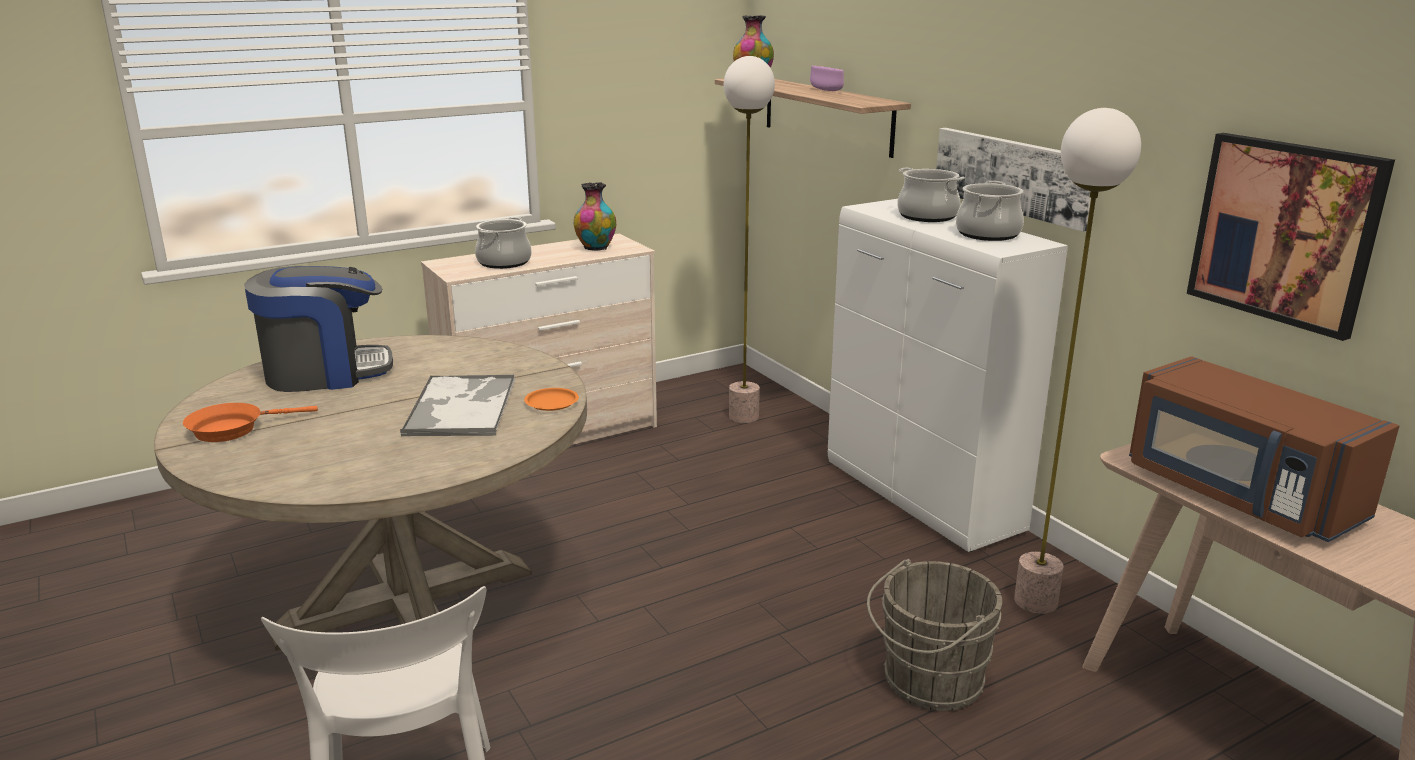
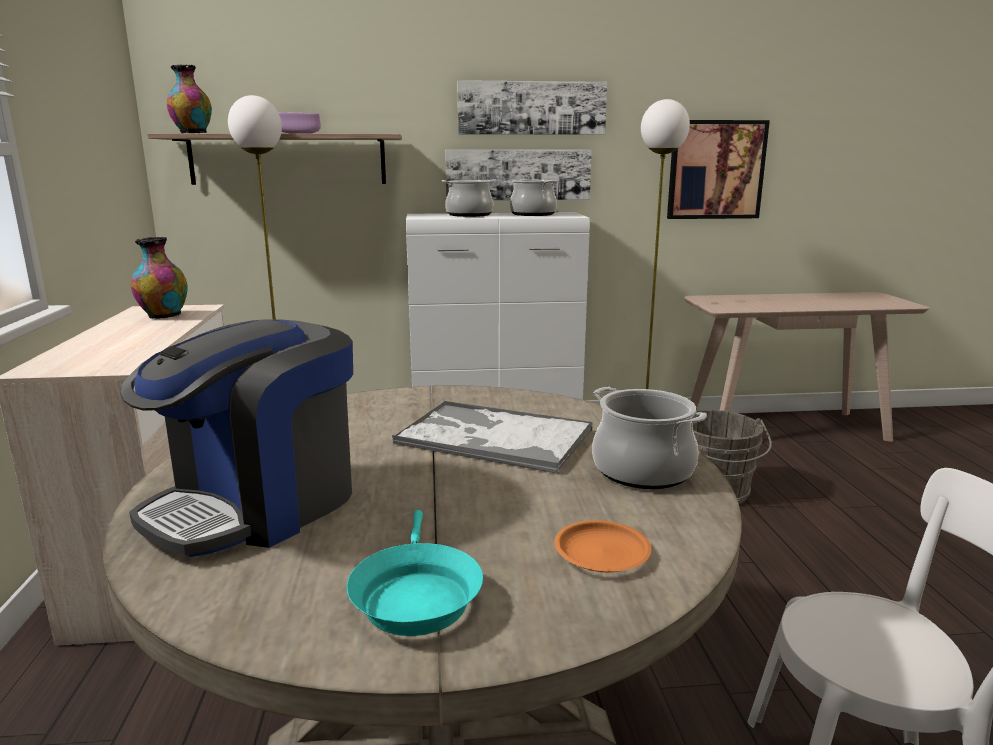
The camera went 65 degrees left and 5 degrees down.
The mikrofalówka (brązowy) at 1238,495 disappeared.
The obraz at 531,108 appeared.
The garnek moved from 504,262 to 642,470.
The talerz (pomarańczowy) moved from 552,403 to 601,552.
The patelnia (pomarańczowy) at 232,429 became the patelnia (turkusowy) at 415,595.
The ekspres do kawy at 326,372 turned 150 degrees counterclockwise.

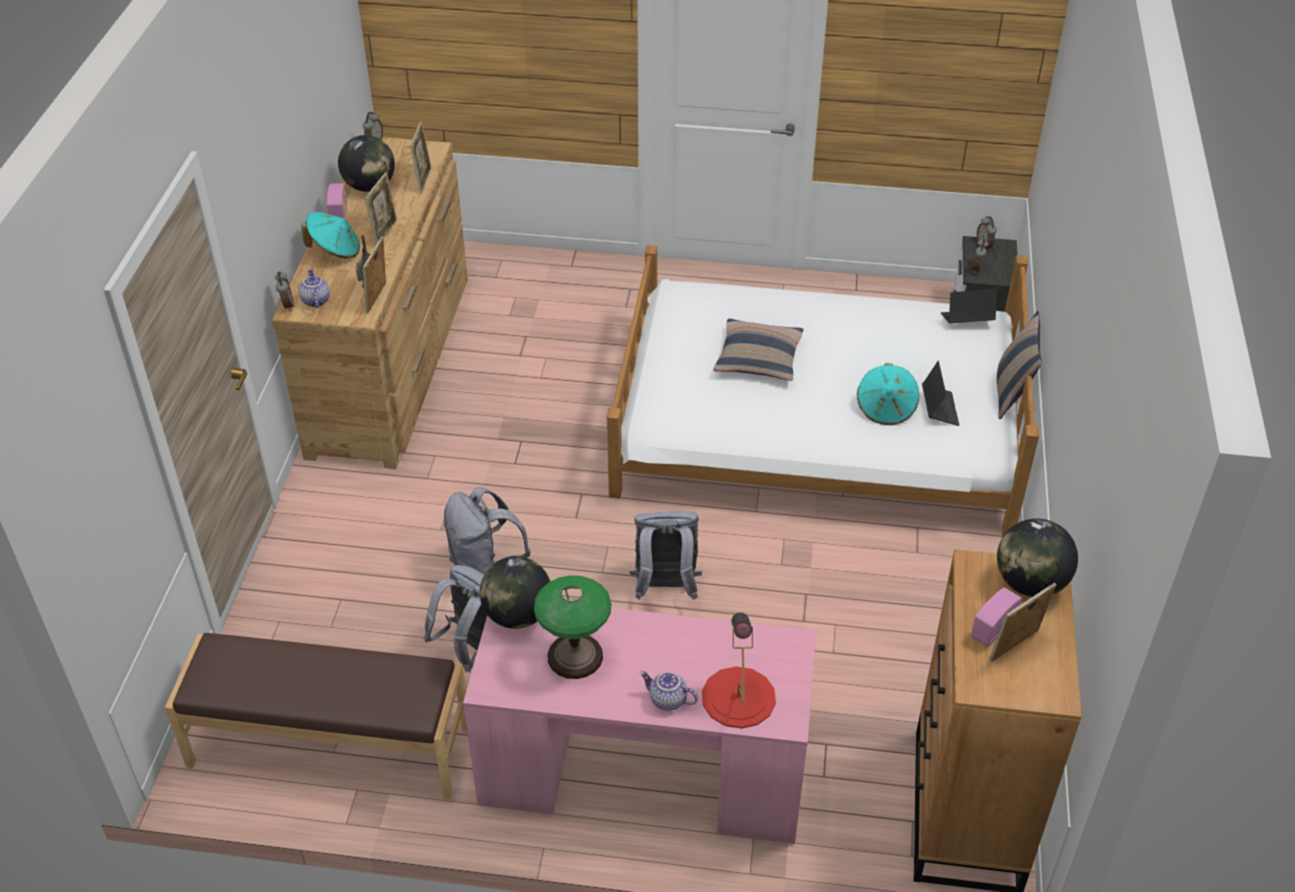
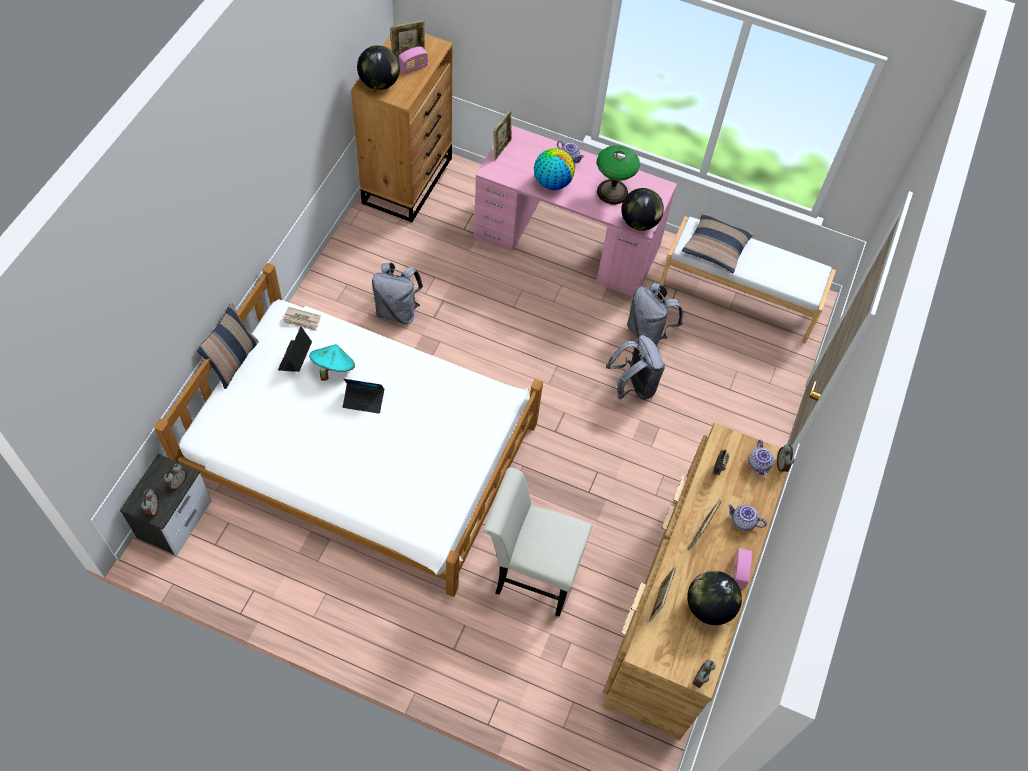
The camera went 170 degrees left and 15 degrees up.
The lampa stołowa (czerwony) at 738,697 disappeared.
The gazeta at 302,320 appeared.
The krzesło (biały) at 531,572 appeared.
The globus at 552,182 appeared.
The ramka na zdjęcie moved from 378,299 to 501,149.
The plecak (szary) moved from 665,588 to 397,311.
The poduszka moved from 758,358 to 716,247.
The laptop moved from 966,320 to 364,400.
The kapelusz (turkusowy) at 335,250 was replaced by the imbryk at 742,522.
The ławka (brązowy) at 329,747 became the ławka (biały) at 738,295.

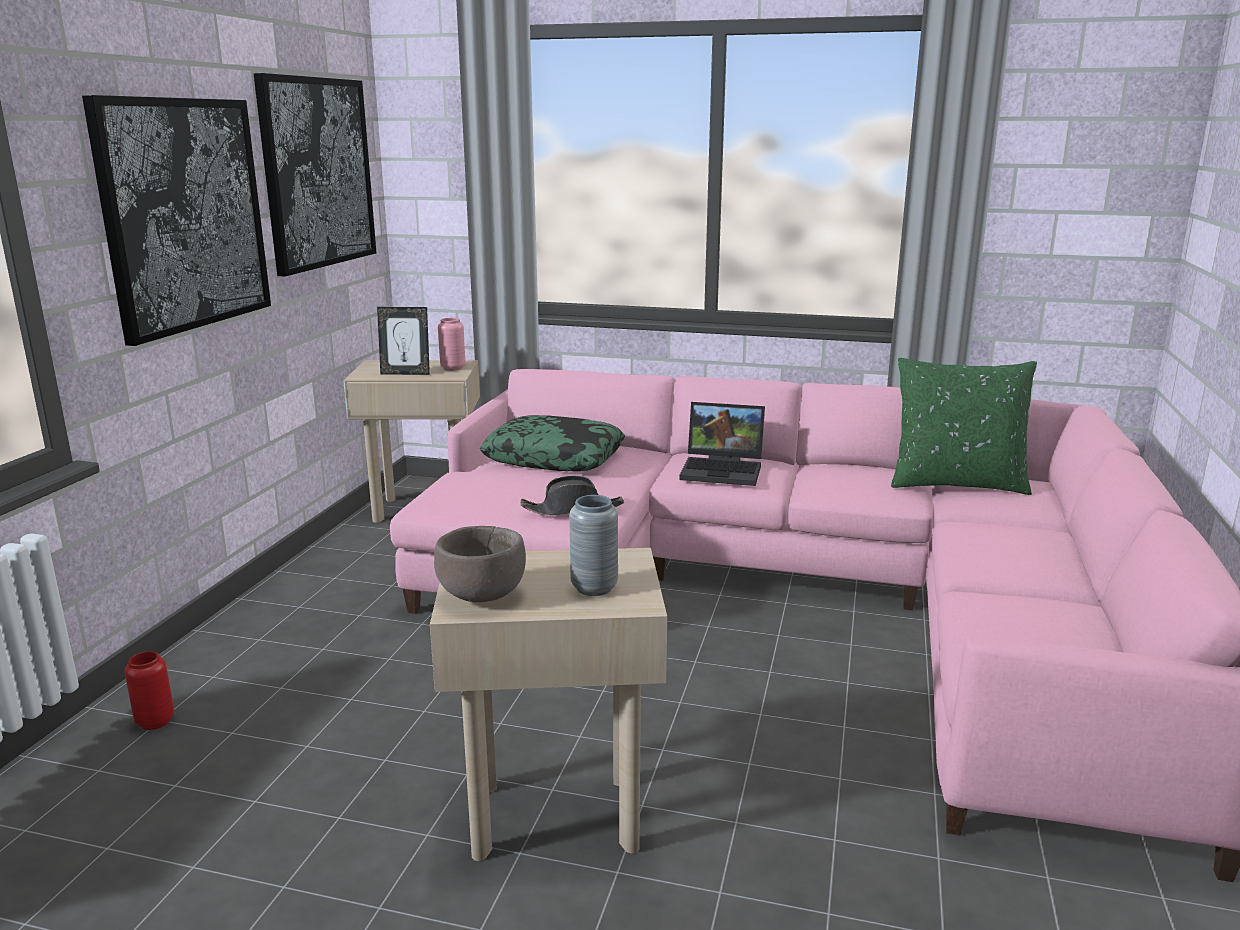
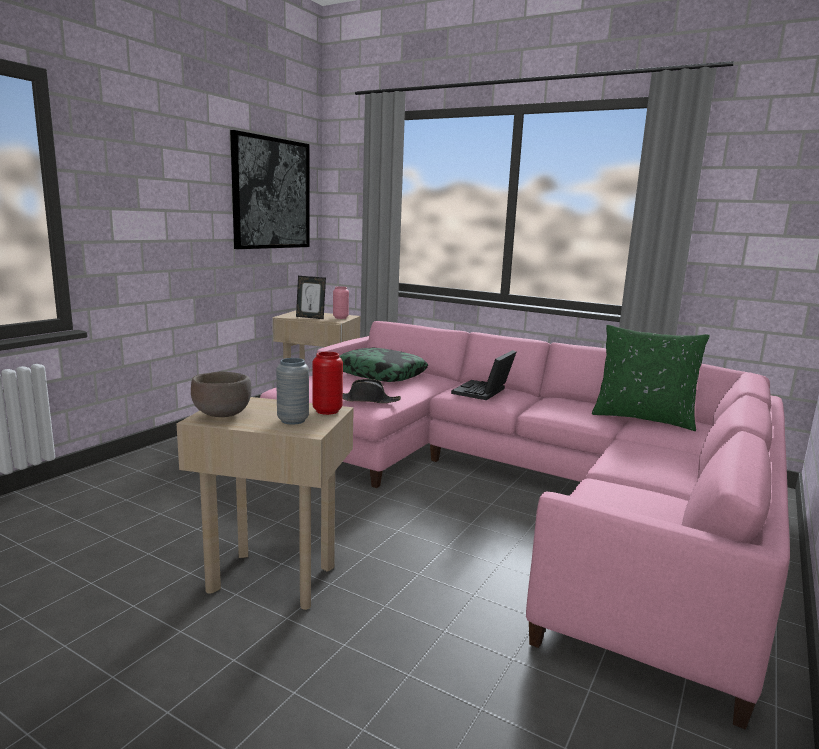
The camera went 15 degrees right and 5 degrees down.
The obraz at 184,215 disappeared.
The wazon (czerwony) moved from 155,722 to 327,411.
The laptop at 724,470 turned 90 degrees clockwise.

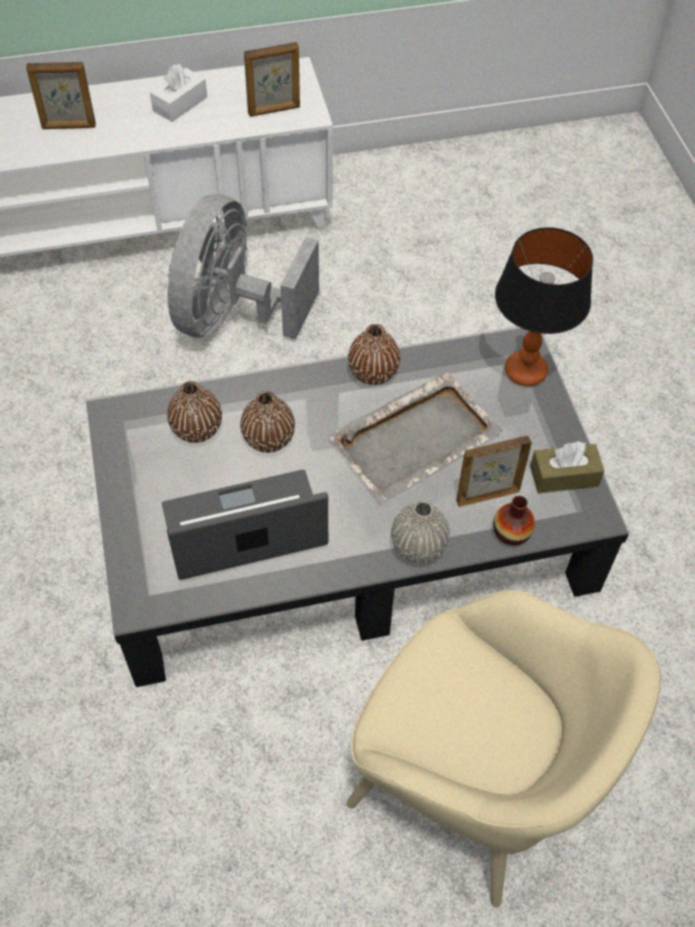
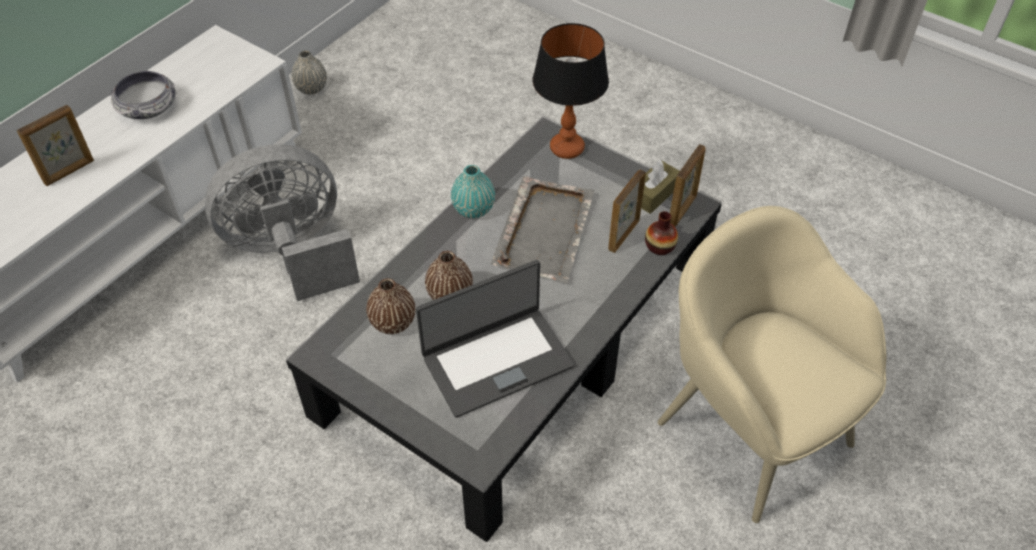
The camera went 40 degrees left and 5 degrees down.
The ramka na zdjęcie moved from 274,110 to 682,210.
The wazon (szary) moved from 418,546 to 311,88.
The pudełko chusteczek (biały) at 180,104 was replaced by the miska at 148,107.
The wazon (brązowy) at 373,373 became the wazon (turkusowy) at 473,209.
The laptop at 245,528 turned 150 degrees counterclockwise.
The wentylator (szary) at 234,316 turned 90 degrees clockwise.
The fotel (beżowy) at 471,785 turned 120 degrees counterclockwise.

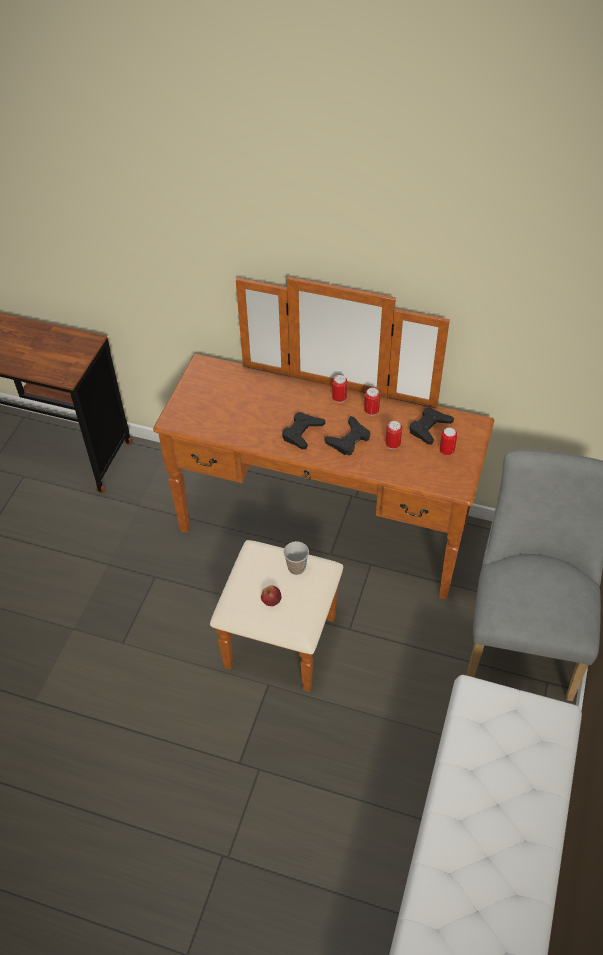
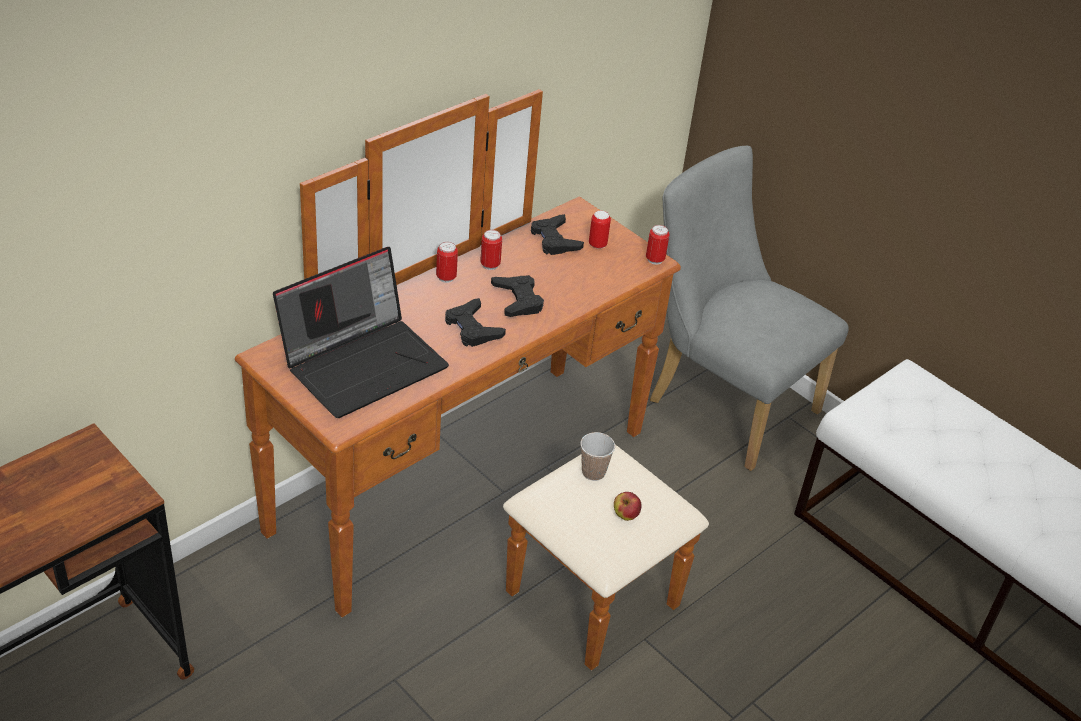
The camera went 65 degrees left and 10 degrees down.
The laptop at 364,362 appeared.
The puszka moved from 392,444 to 655,260.

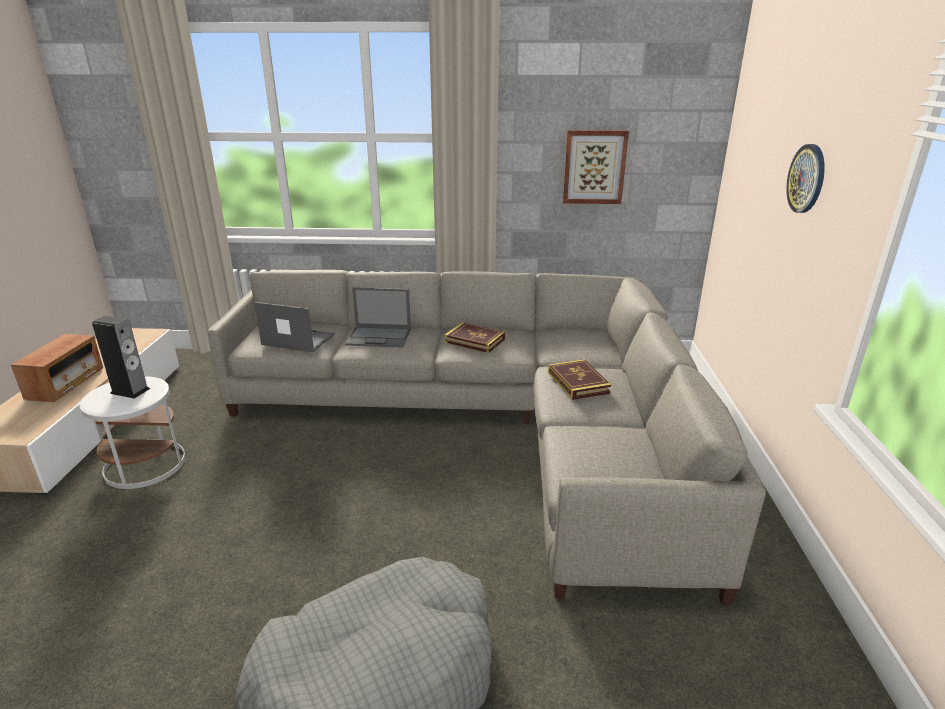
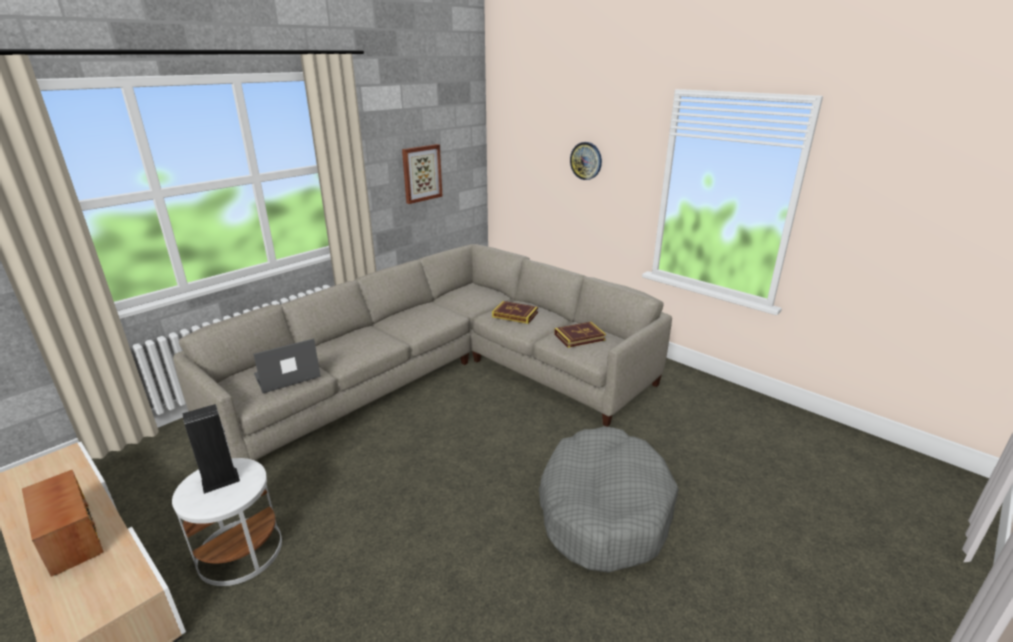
The camera went 50 degrees left and 0 degrees up.
The laptop at 380,337 disappeared.
The książka moved from 474,341 to 579,337.

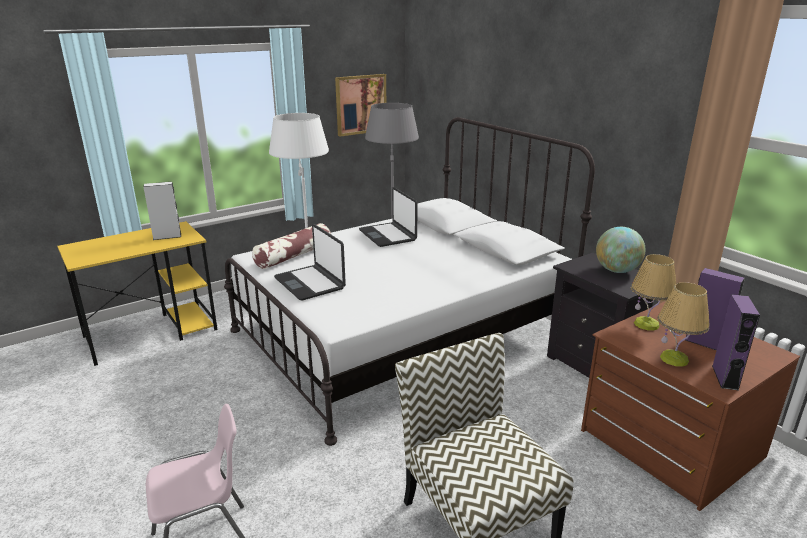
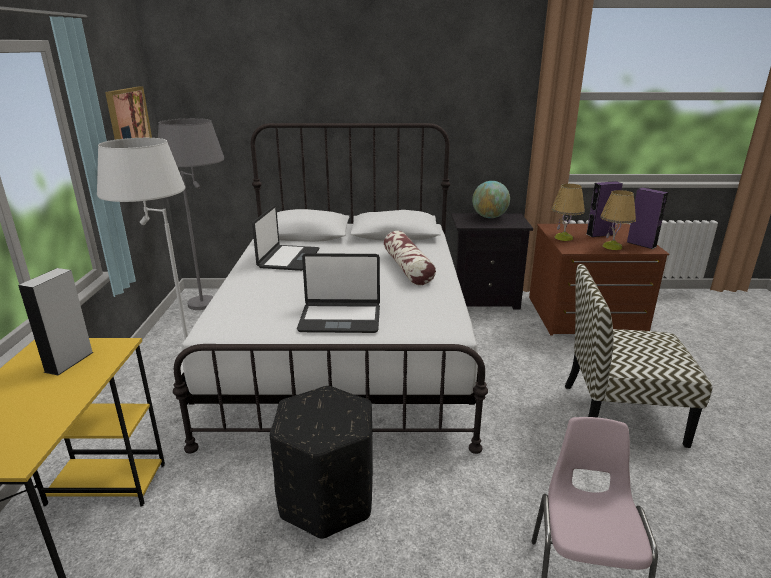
The camera went 55 degrees left and 0 degrees up.
The pufa (czarny) at 328,499 appeared.
The poduszka moved from 294,256 to 407,268.
The laptop at 388,235 turned 90 degrees counterclockwise.

